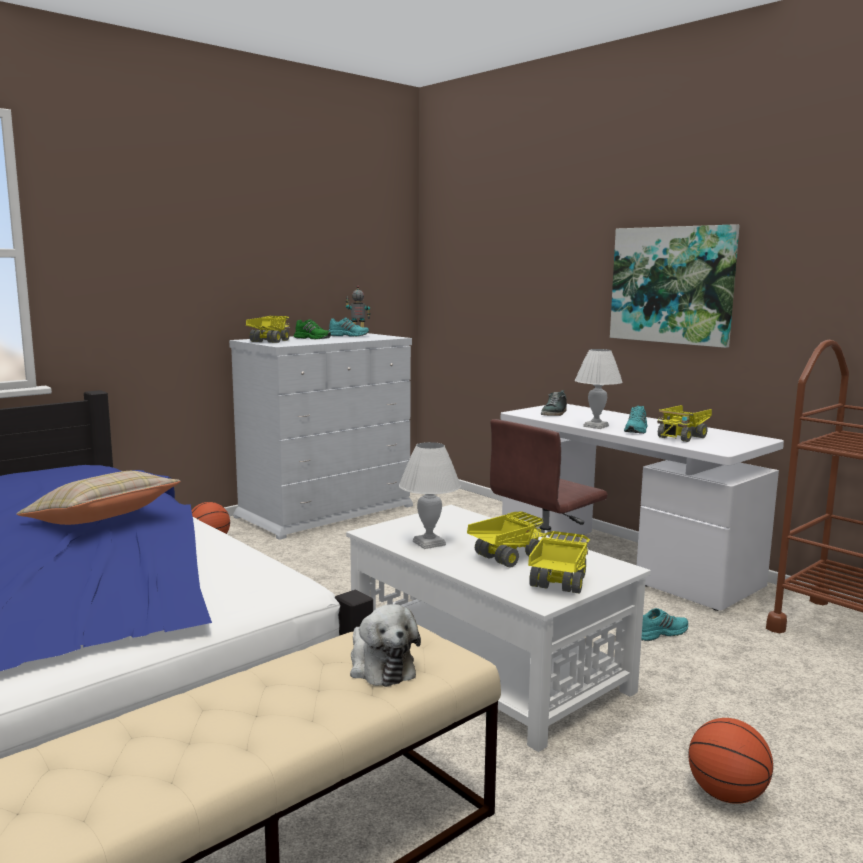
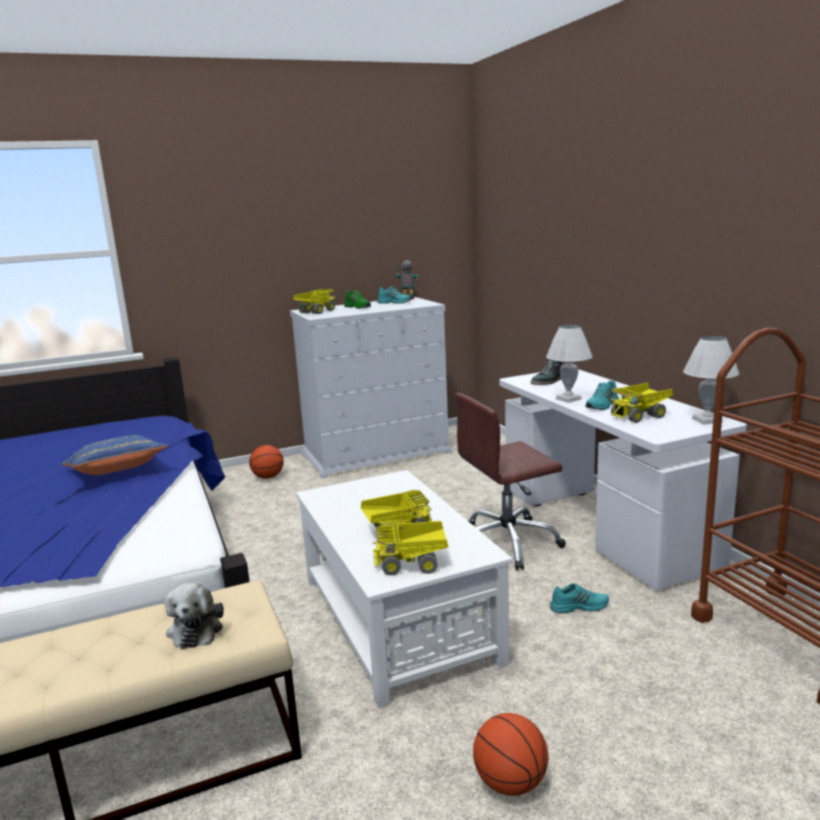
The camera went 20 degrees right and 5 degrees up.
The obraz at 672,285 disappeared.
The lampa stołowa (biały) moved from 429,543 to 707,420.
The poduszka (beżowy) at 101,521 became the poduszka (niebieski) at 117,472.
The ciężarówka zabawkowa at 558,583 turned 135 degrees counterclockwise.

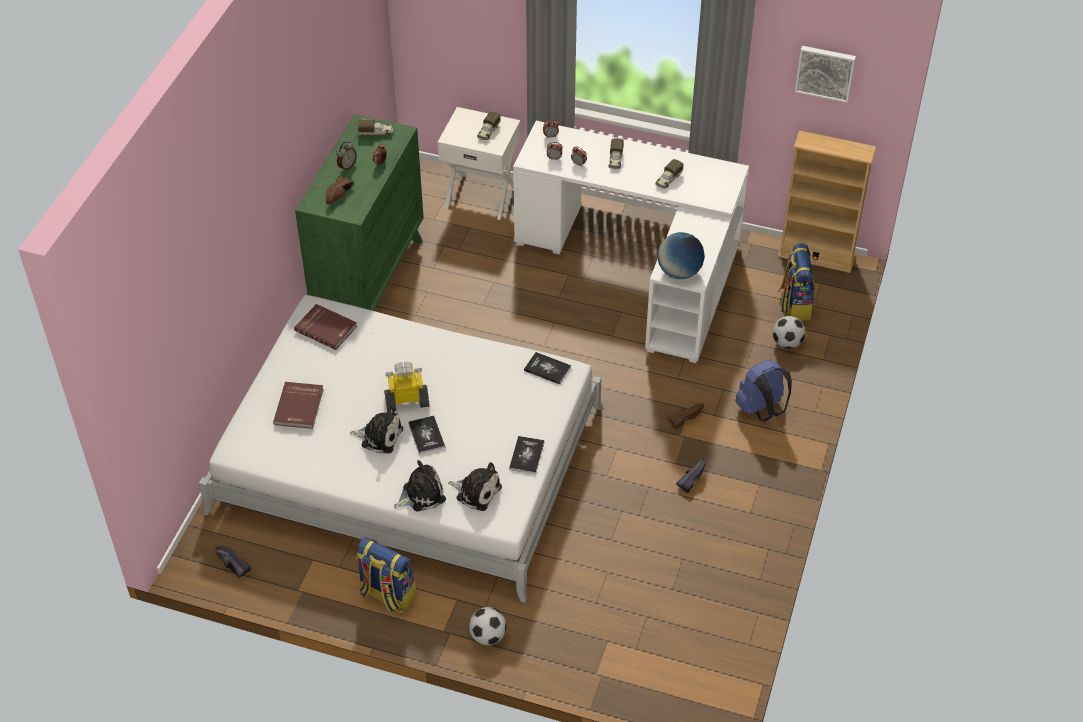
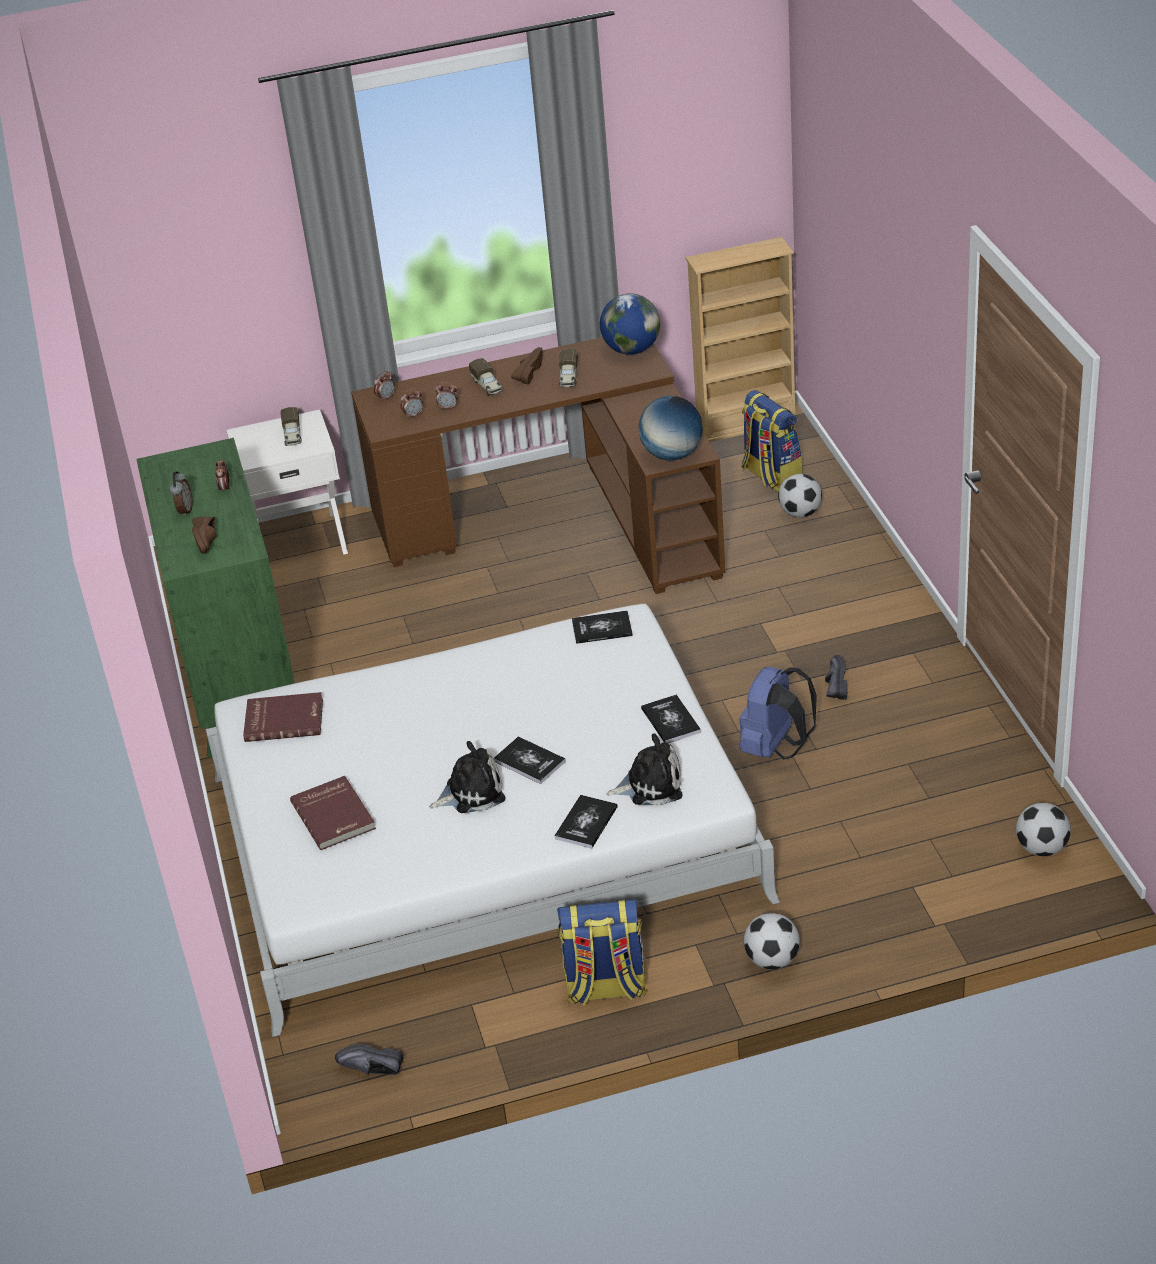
The camera went 30 degrees left and 10 degrees down.
The ciężarówka zabawkowa at 376,133 disappeared.
The robot zabawkowy at 407,400 disappeared.
The obraz at 825,72 disappeared.
The globus at 631,350 appeared.
The piłka futbolowa at 1041,848 appeared.
The but (brązowy) moved from 684,418 to 528,373.
The plecak (niebieski) moved from 761,410 to 775,748.
The pluszak at 421,494 was replaced by the książka at 586,823.
The biurko (biały) at 642,266 became the biurko (brązowy) at 564,519.

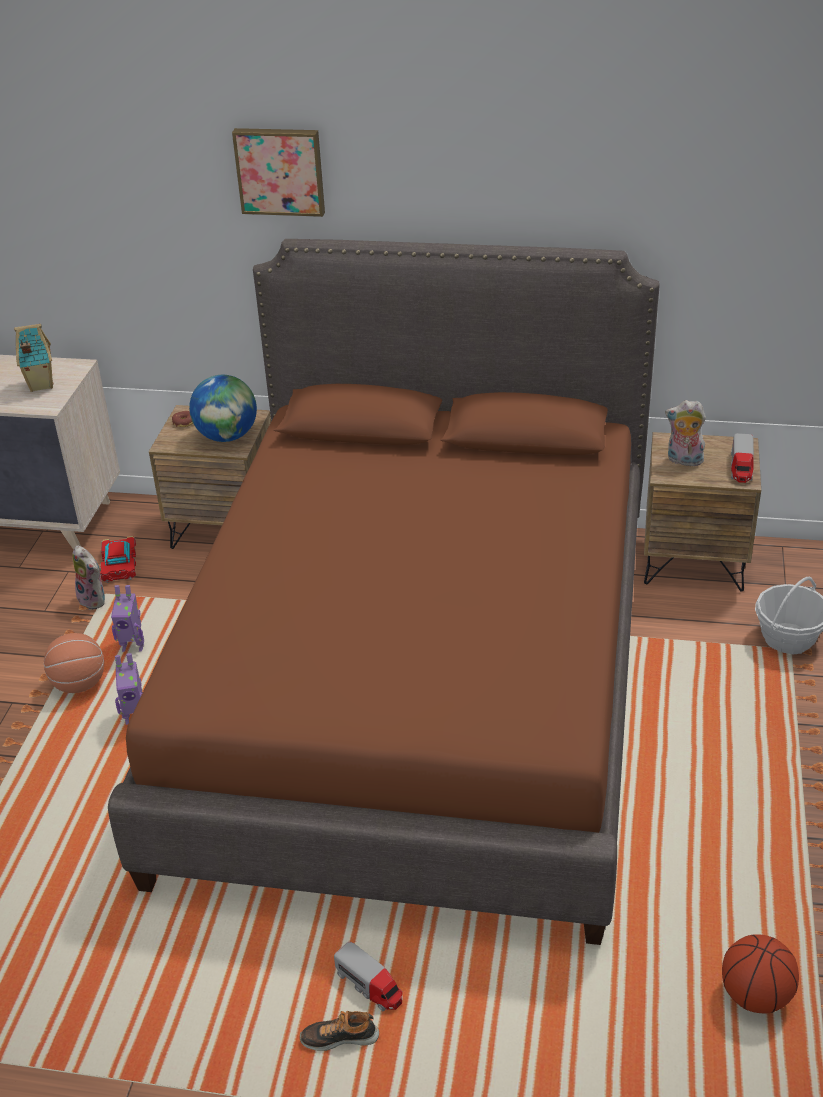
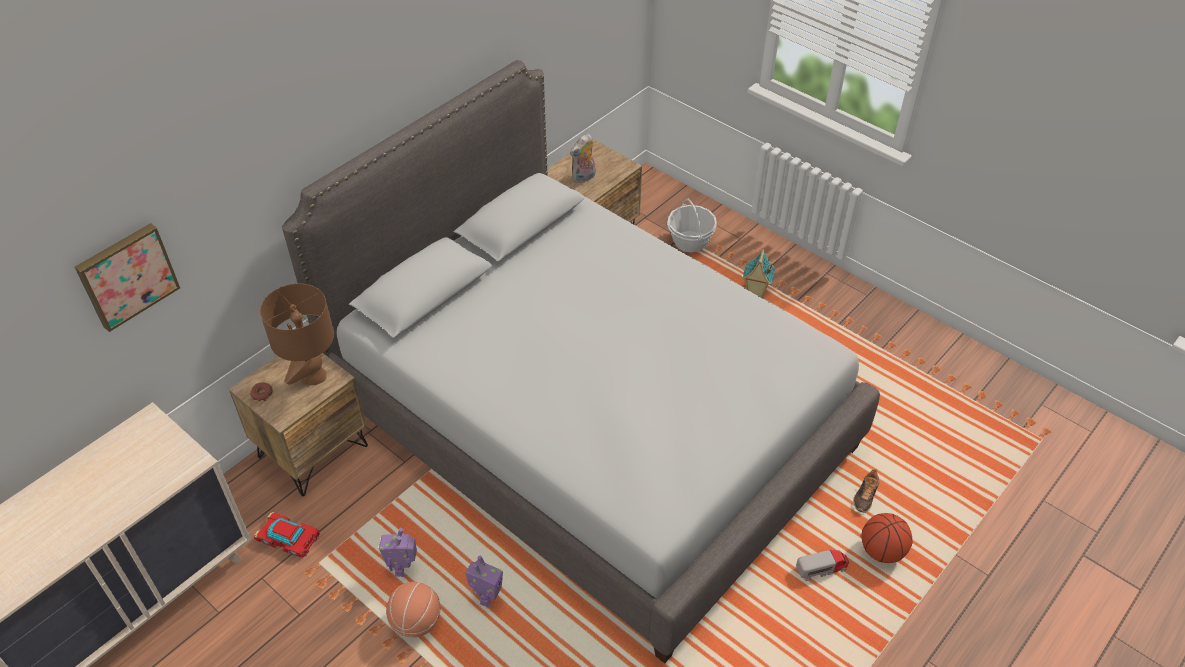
The camera went 60 degrees left and 10 degrees up.
The pluszak at 95,600 disappeared.
The ciężarówka zabawkowa at 741,467 disappeared.
The domek moved from 40,385 to 755,292.
The obraz moved from 280,170 to 126,275.
The but moved from 340,1037 to 865,495.
The piłka do koszykówki moved from 755,996 to 881,551.
The globus at 227,436 was replaced by the lampa stołowa (brązowy) at 313,376.
The łóżko (brązowy) at 419,688 became the łóżko (szary) at 592,424.
The robot zabawkowy at 133,647 turned 150 degrees clockwise.

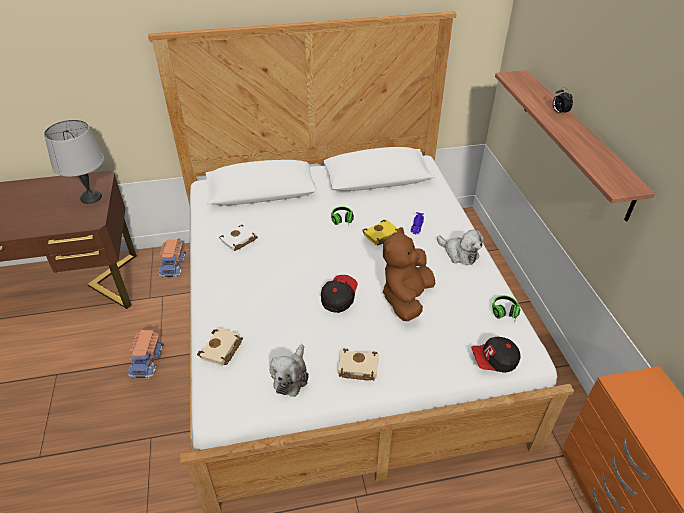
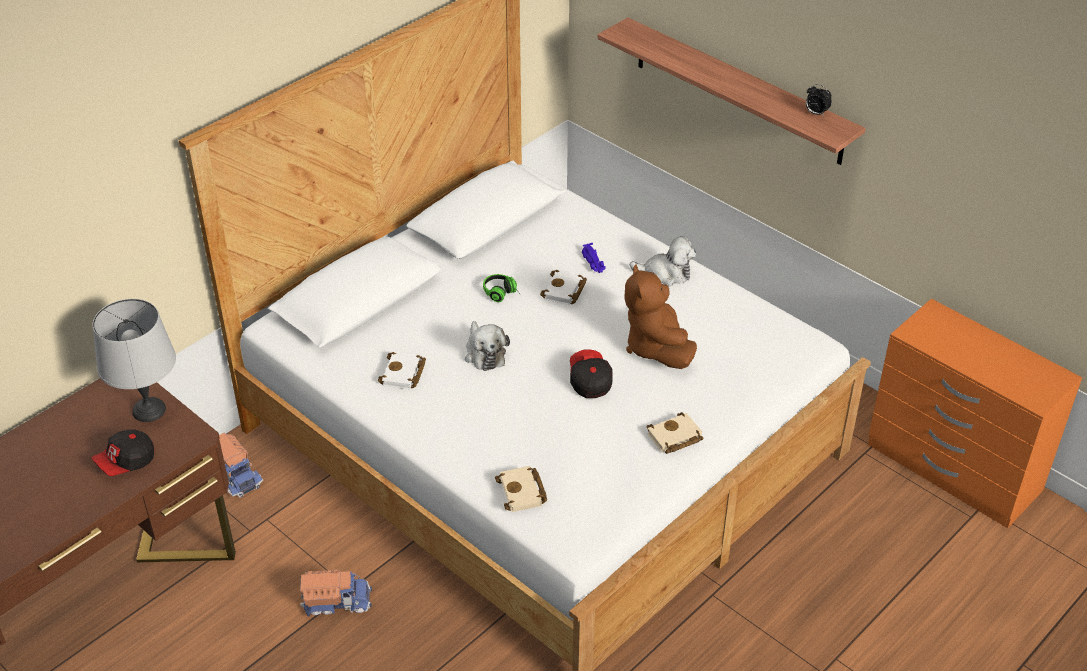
The camera went 35 degrees left and 0 degrees up.
The słuchawki at 505,314 disappeared.
The pluszak moved from 291,376 to 484,353.
The czapka z daszkiem moved from 494,361 to 126,462.
The budzik moved from 559,112 to 816,113.
The książka (żółty) at 381,235 became the książka (biały) at 564,291.
The ciężarówka zabawkowa at 147,361 turned 60 degrees counterclockwise.

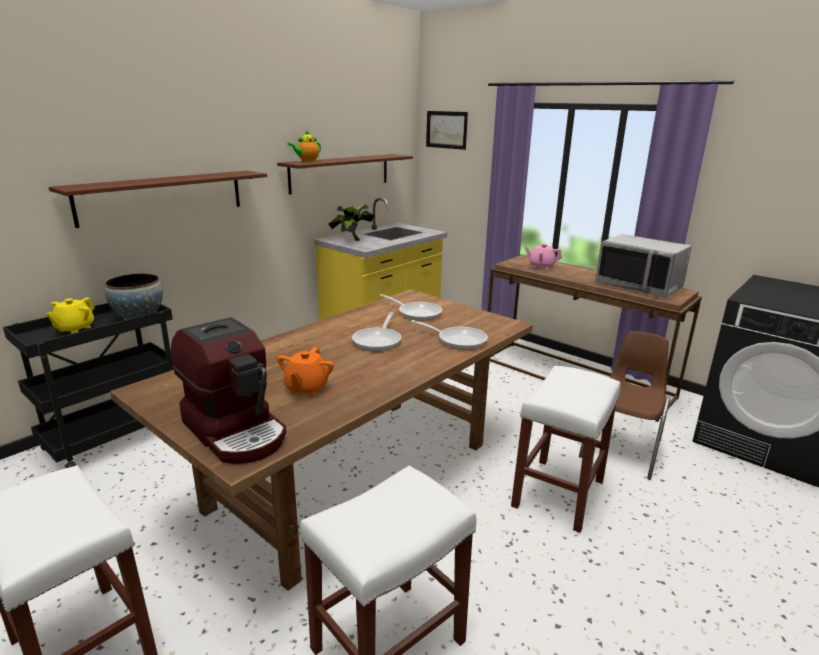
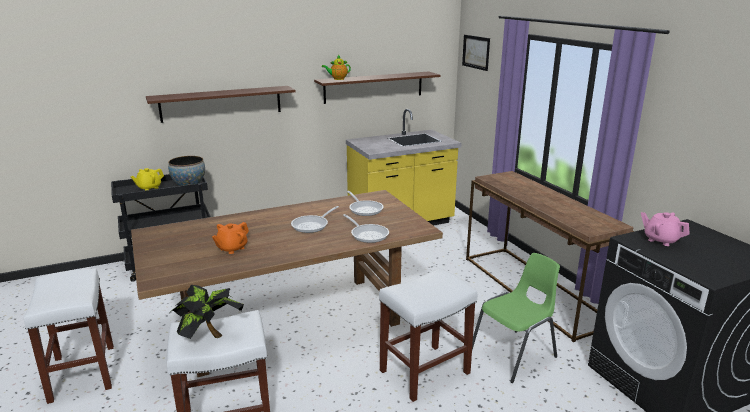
The camera went 25 degrees right and 0 degrees up.
The ekspres do kawy at 236,430 disappeared.
The mikrofalówka (szary) at 639,286 disappeared.
The roślina doniczkowa moved from 352,241 to 209,337.
The imbryk (różowy) moved from 541,266 to 661,240.
The krzesło (brązowy) at 622,448 became the krzesło (zielony) at 514,354.

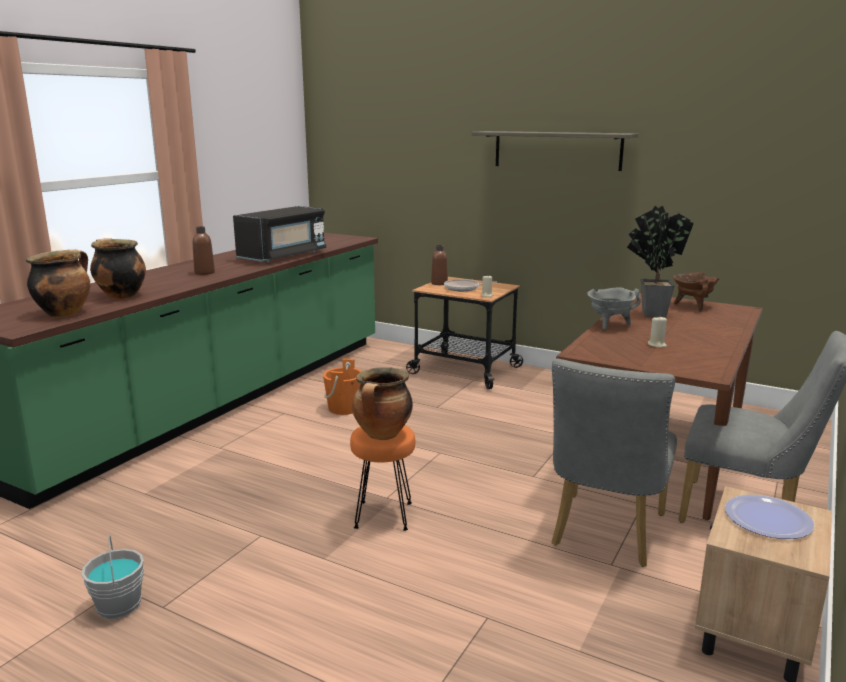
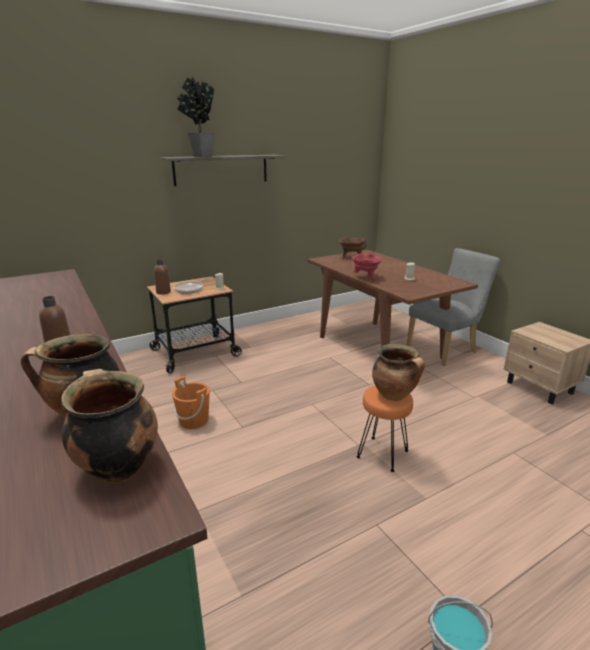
The camera went 60 degrees left and 5 degrees up.
The mikrofalówka (czarny) at 284,256 disappeared.
The krzesło (szary) at 605,534 disappeared.
The talerz at 767,519 disappeared.
The roślina doniczkowa moved from 649,313 to 199,156.
The garnek (szary) at 610,325 became the garnek (czerwony) at 365,277.

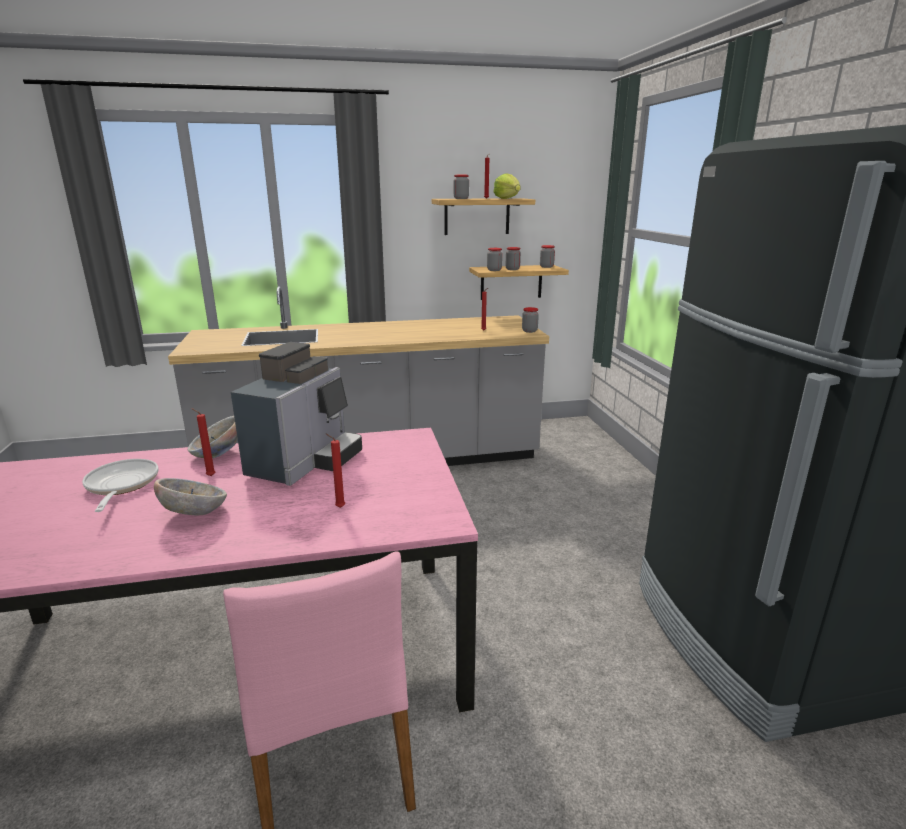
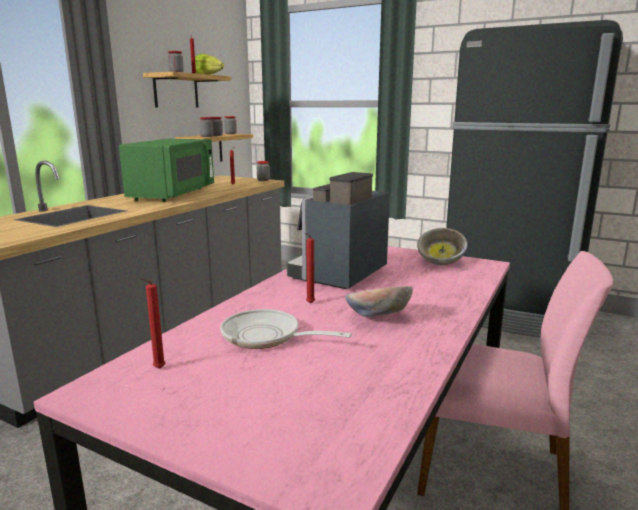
The camera went 50 degrees left and 5 degrees down.
The mikrofalówka (zielony) at 173,194 appeared.
The miska moved from 217,455 to 441,263.
The świeca (czerwony) moved from 338,507 to 157,369.
The ekspres do kawy at 305,462 turned 120 degrees counterclockwise.

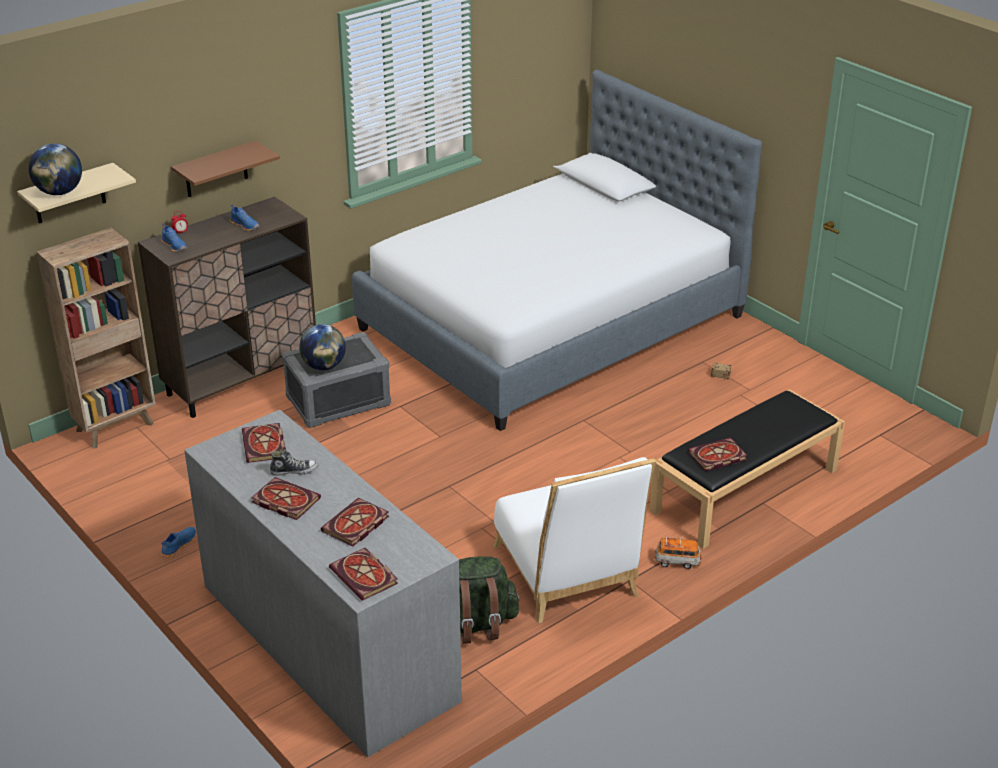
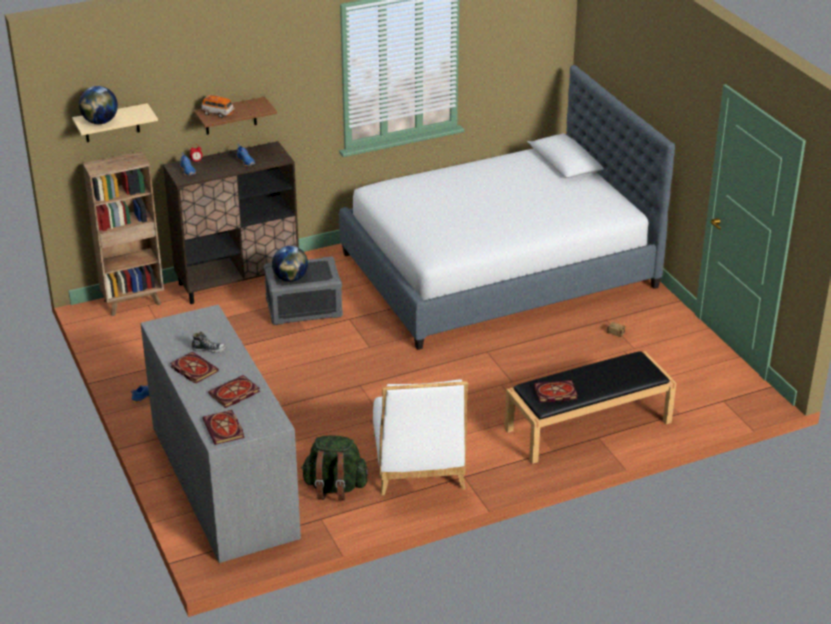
The camera went 15 degrees right and 0 degrees up.
The książka at 265,446 disappeared.
The samochodzik moved from 677,561 to 218,114.

